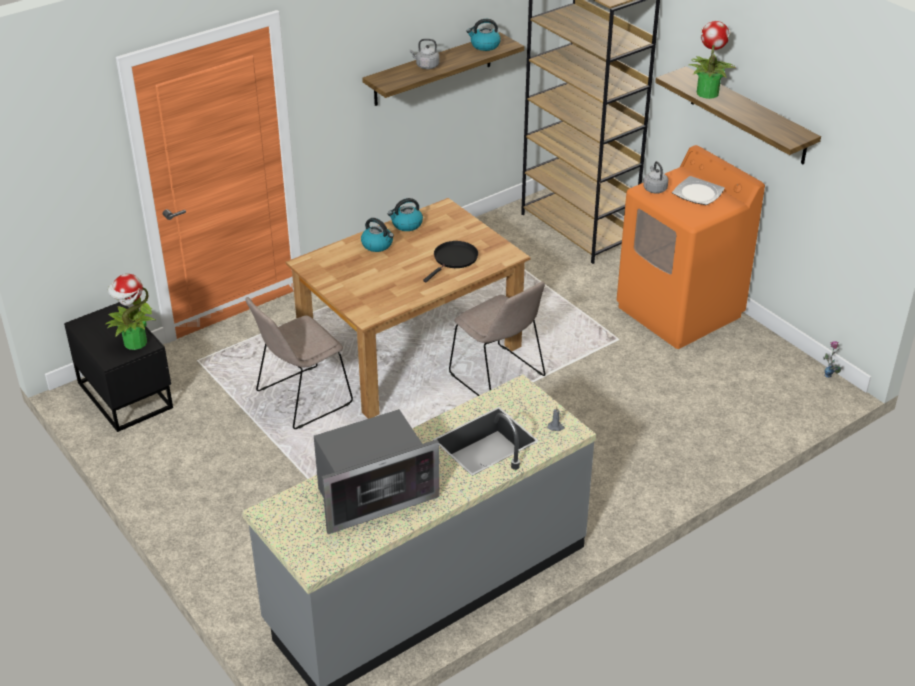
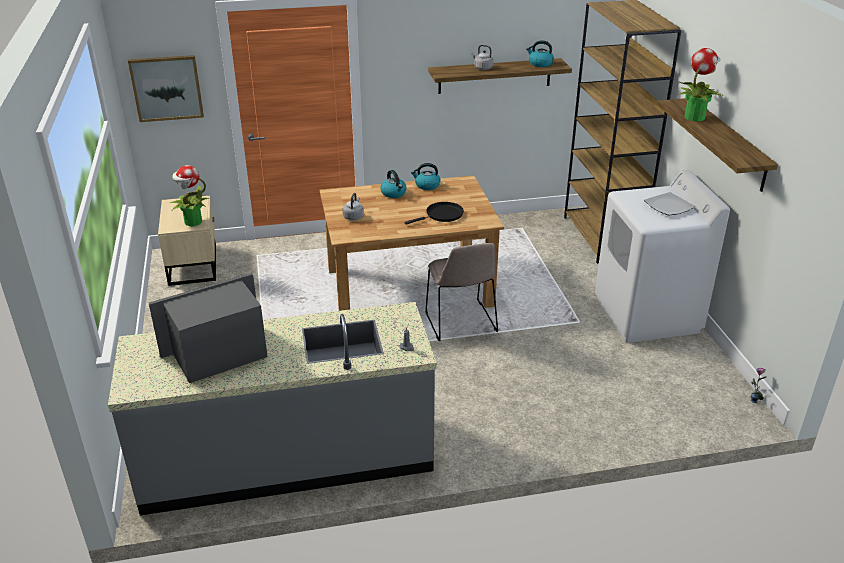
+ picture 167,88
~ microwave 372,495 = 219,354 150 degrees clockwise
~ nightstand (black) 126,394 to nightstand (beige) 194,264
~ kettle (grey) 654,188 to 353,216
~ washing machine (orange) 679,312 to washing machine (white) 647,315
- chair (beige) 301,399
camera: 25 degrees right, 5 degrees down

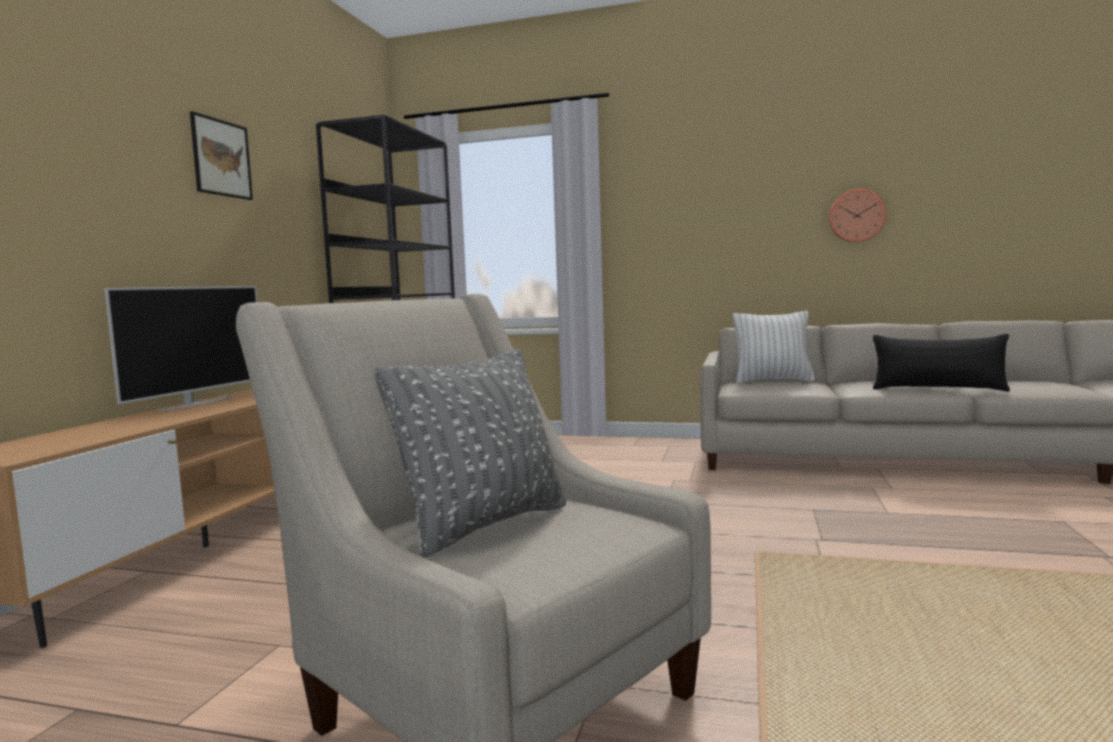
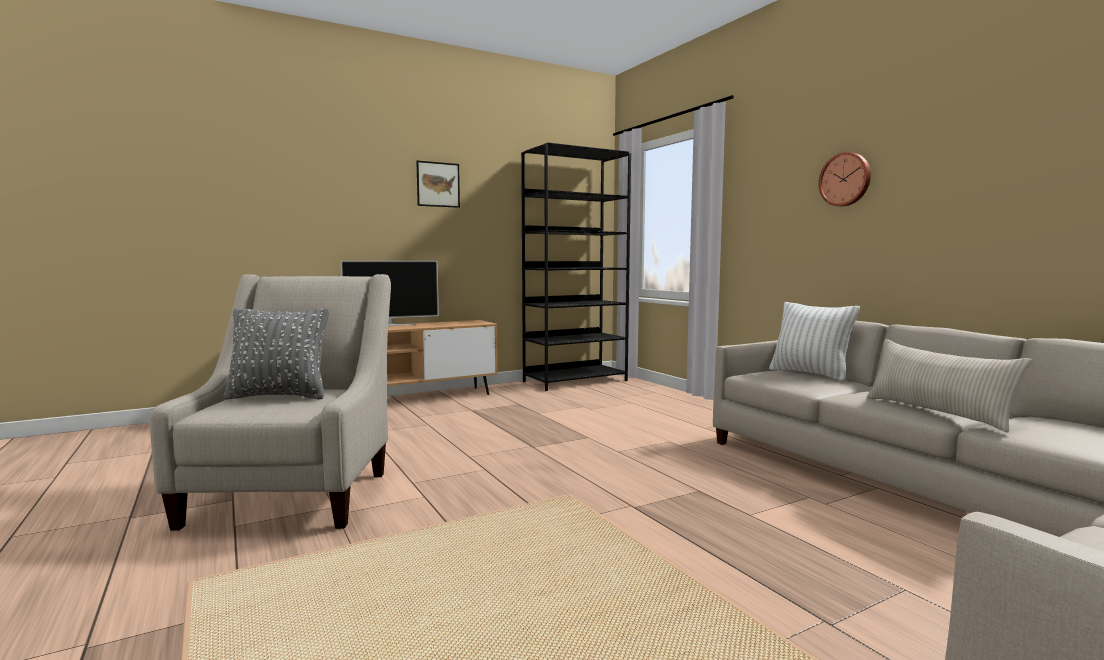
~ wall clock 856,215 to 845,179
~ pillow (black) 938,389 to pillow (beige) 937,412
camera: 45 degrees right, 0 degrees up

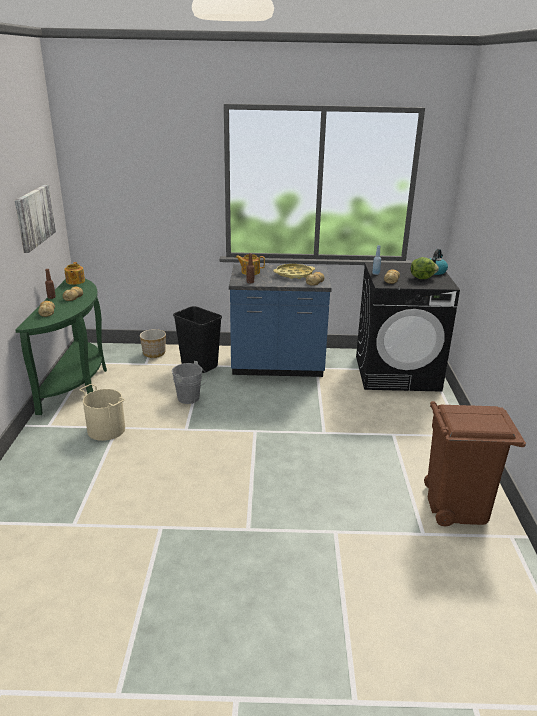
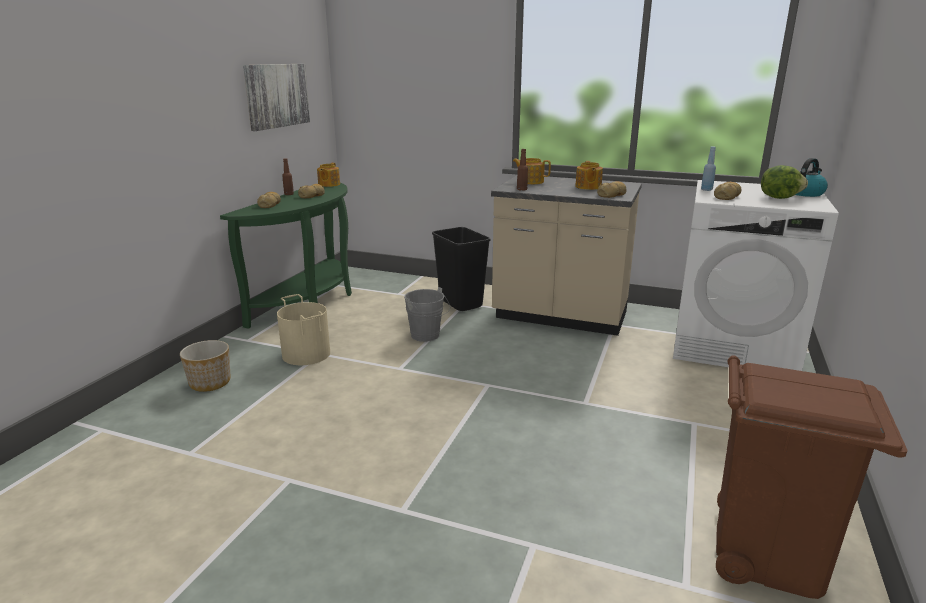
~ planter 153,353 to 209,383
~ counter (blue) 277,367 to counter (beige) 560,317
~ tray (yellow) 294,274 to teapot 588,187
~ washing machine (black) 397,373 to washing machine (white) 733,345
camera: 20 degrees right, 5 degrees down

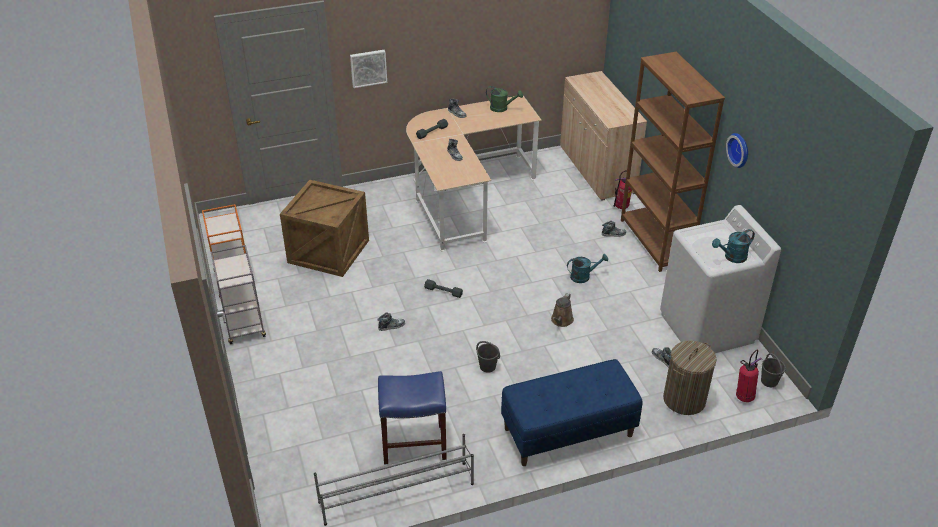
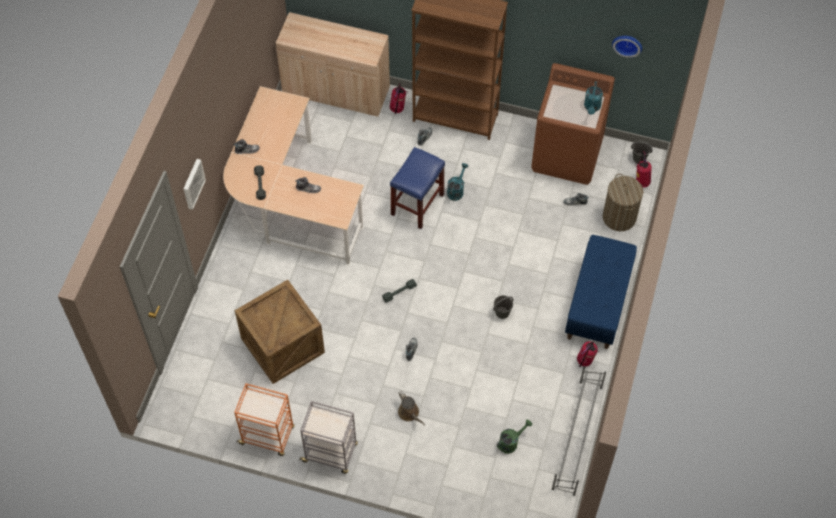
~ stool (blue) 413,444 to 417,205
~ watering can (brown) 561,321 to 409,413
~ watering can (green) 502,108 to 511,442
~ washing machine (white) 707,328 to washing machine (brown) 567,155
+ fire extinguisher 585,362
~ wall clock 740,149 to 627,44
camera: 55 degrees left, 20 degrees up

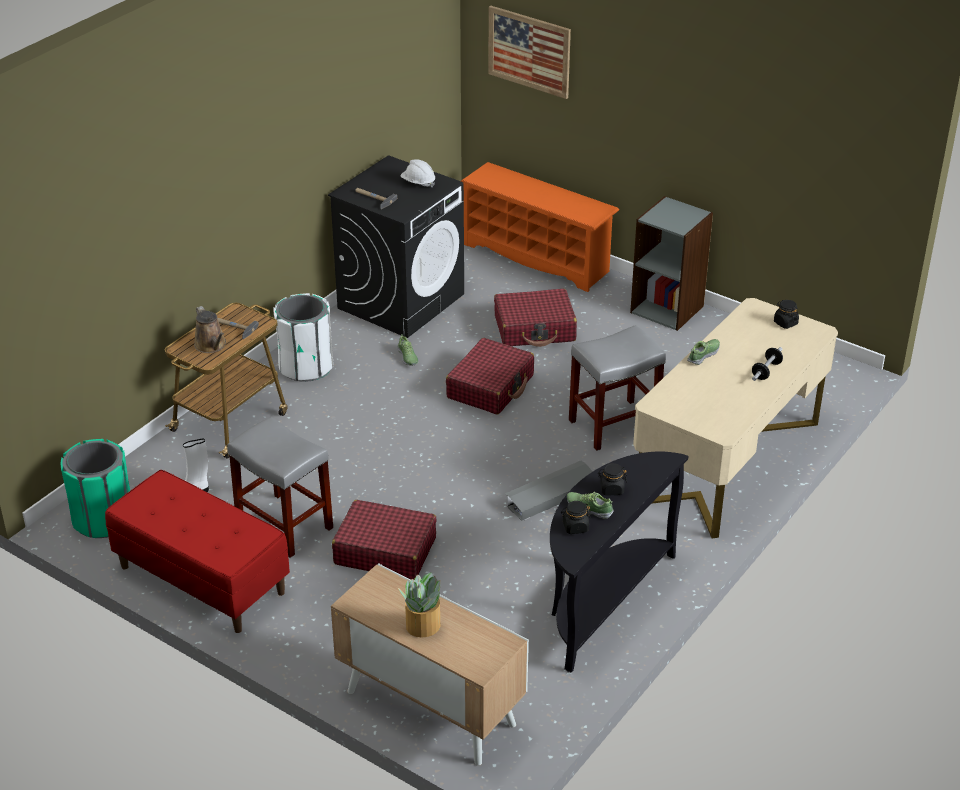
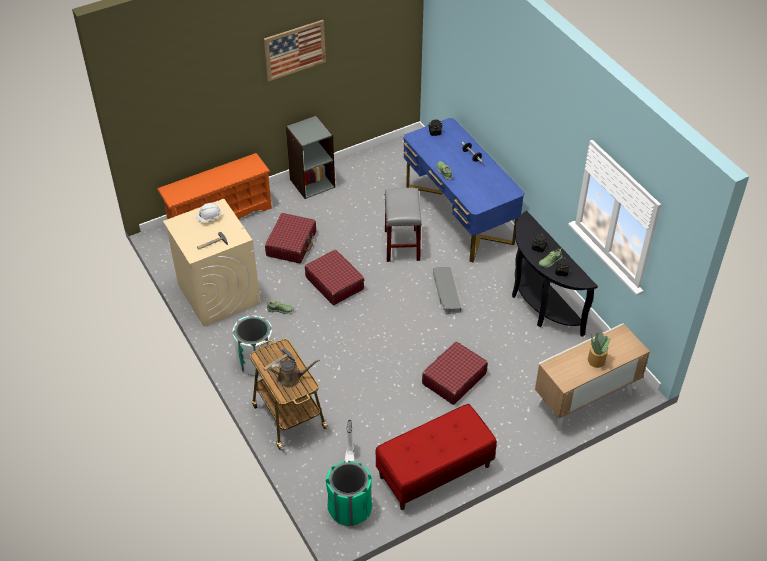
~ washing machine (black) 401,301 to washing machine (beige) 218,293
~ picture 529,51 to 295,50
~ desk (beige) 728,461 to desk (blue) 459,214
- stool (grey) 283,525
camera: 65 degrees left, 10 degrees up

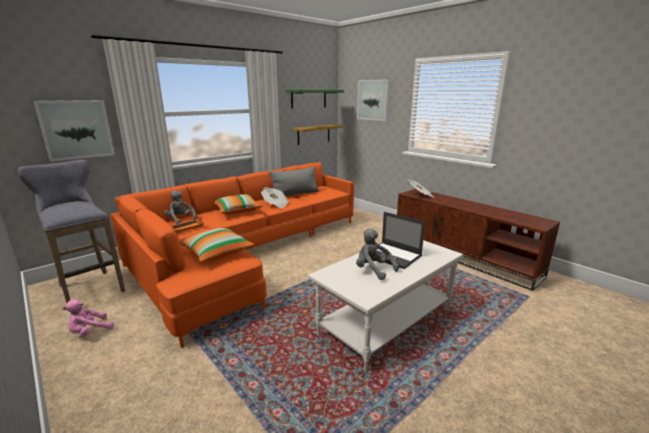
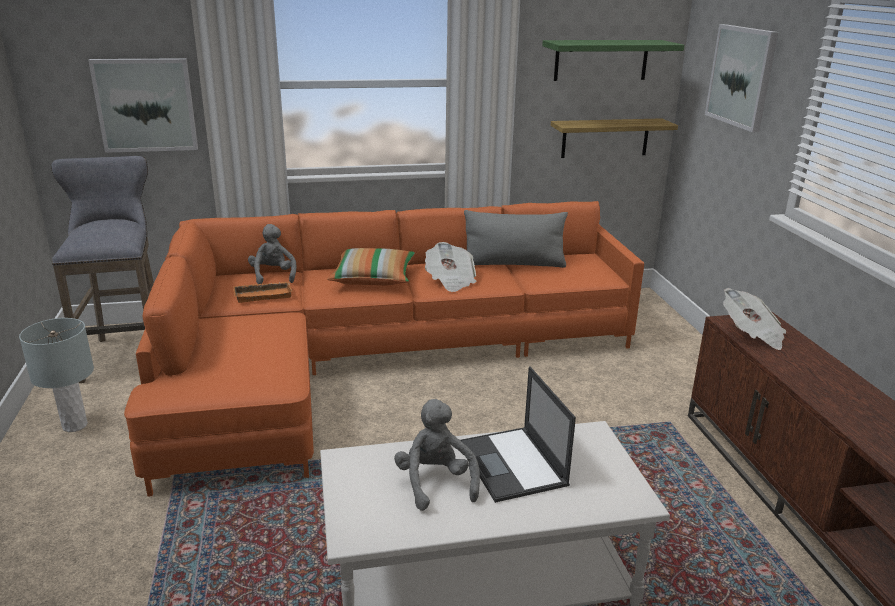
~ plush toy (pink) 90,332 to table lamp (grey) 74,425
- pillow 216,252
camera: 30 degrees right, 5 degrees up

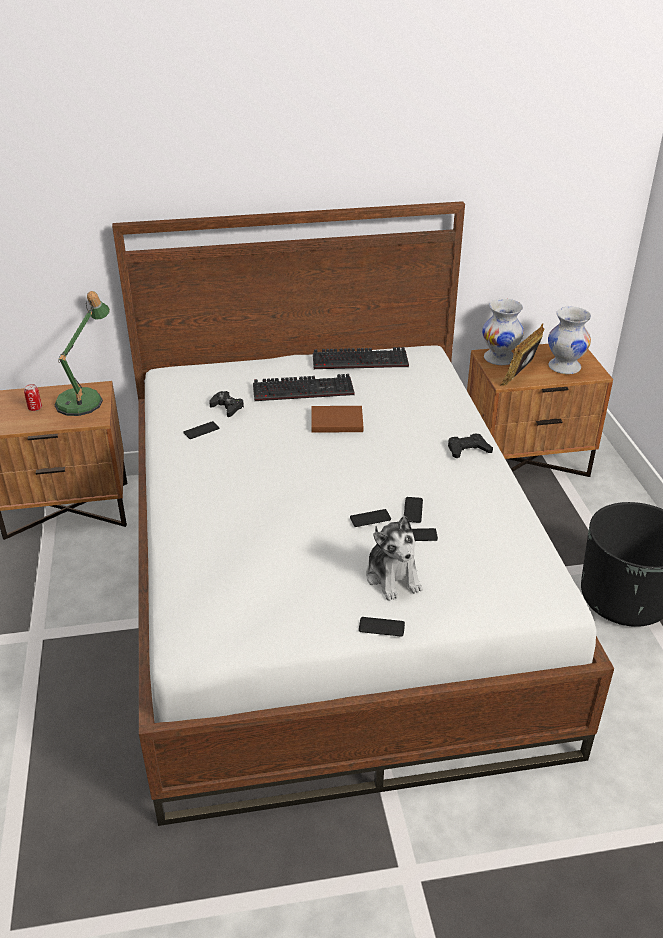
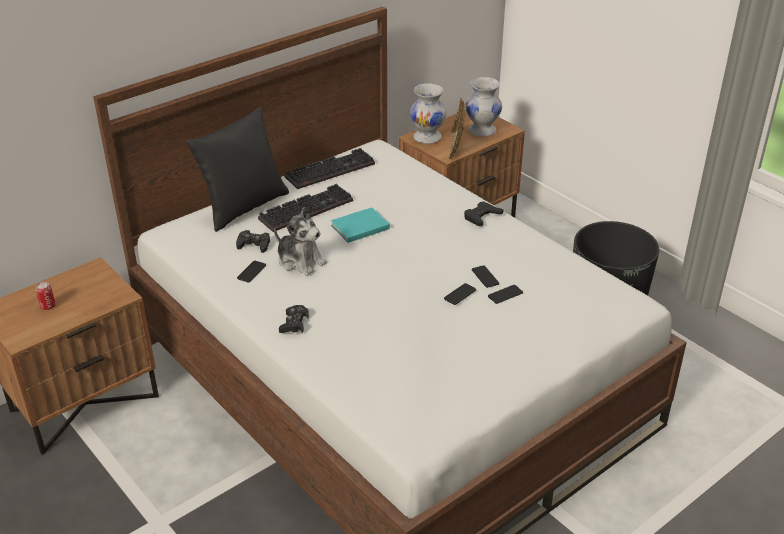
+ pillow (black) 243,207
~ plush toy 393,577 to 300,261
+ game controller (black) 294,324
~ book (brown) 335,421 to book (turquoise) 358,227
- table lamp 85,399
- phone 381,627
camera: 30 degrees left, 0 degrees up

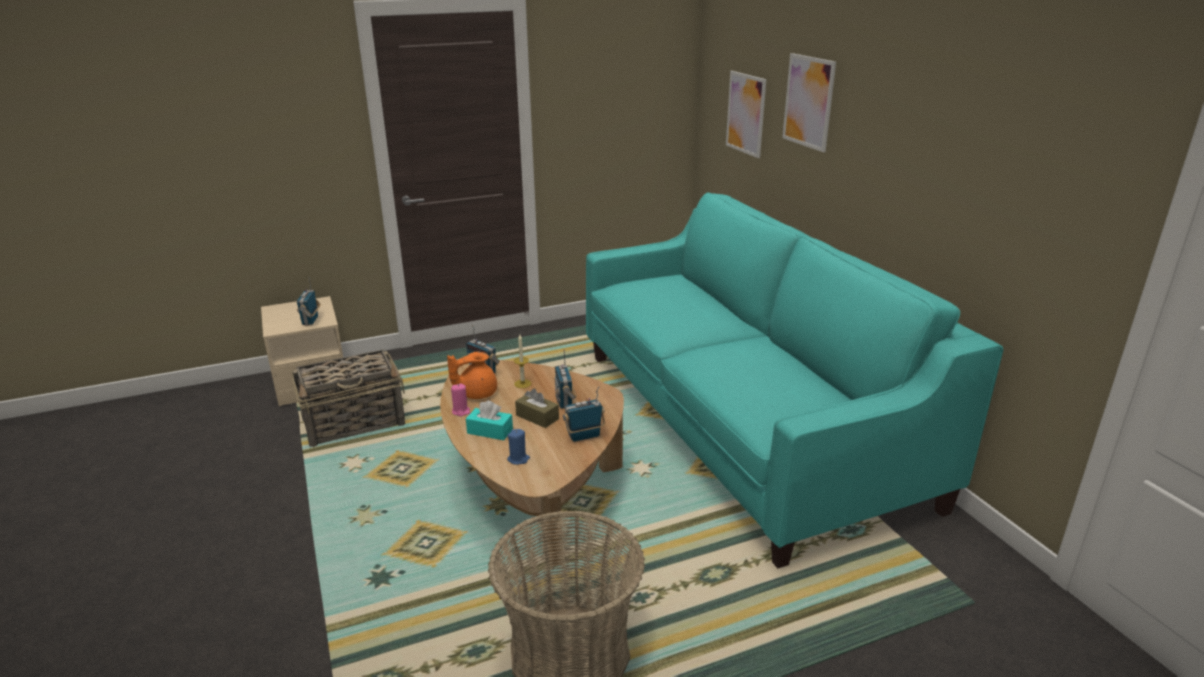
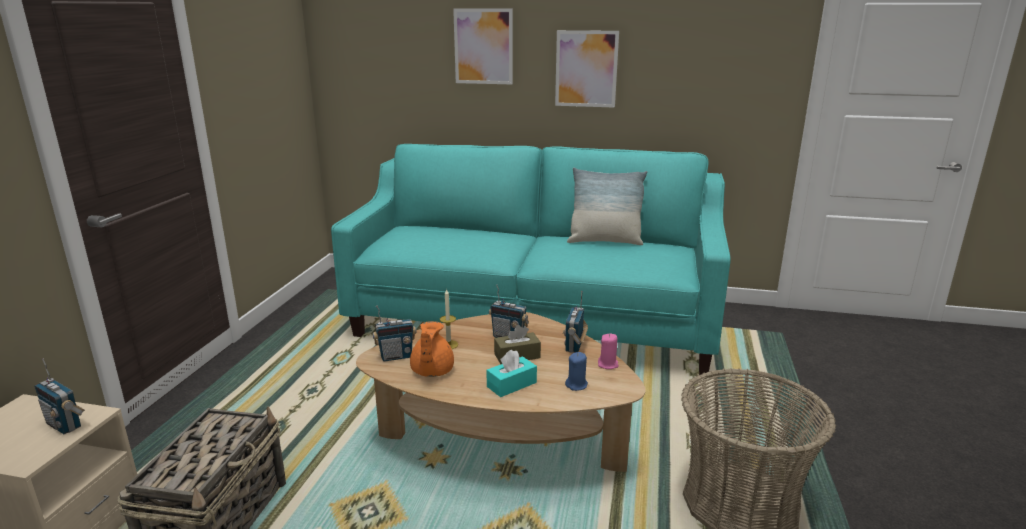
~ picture 745,113 to 586,69
+ pillow 605,241
~ candle (pink) 461,411 to 608,364
camera: 55 degrees left, 5 degrees down

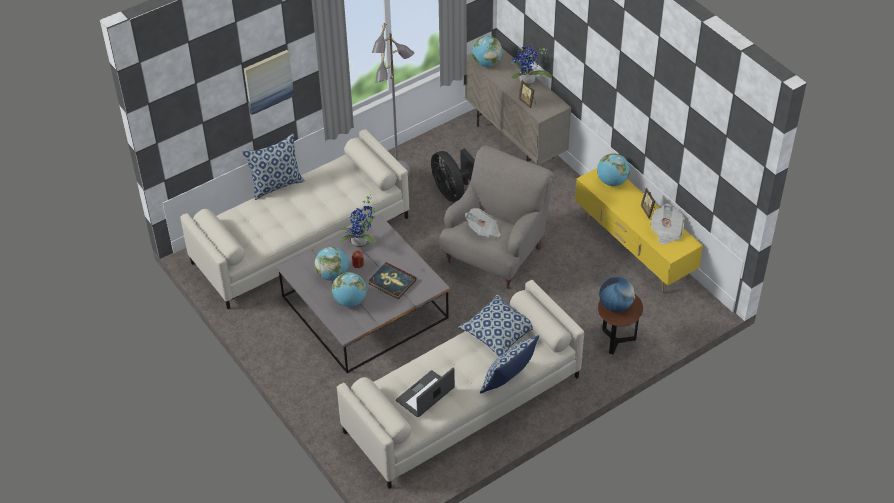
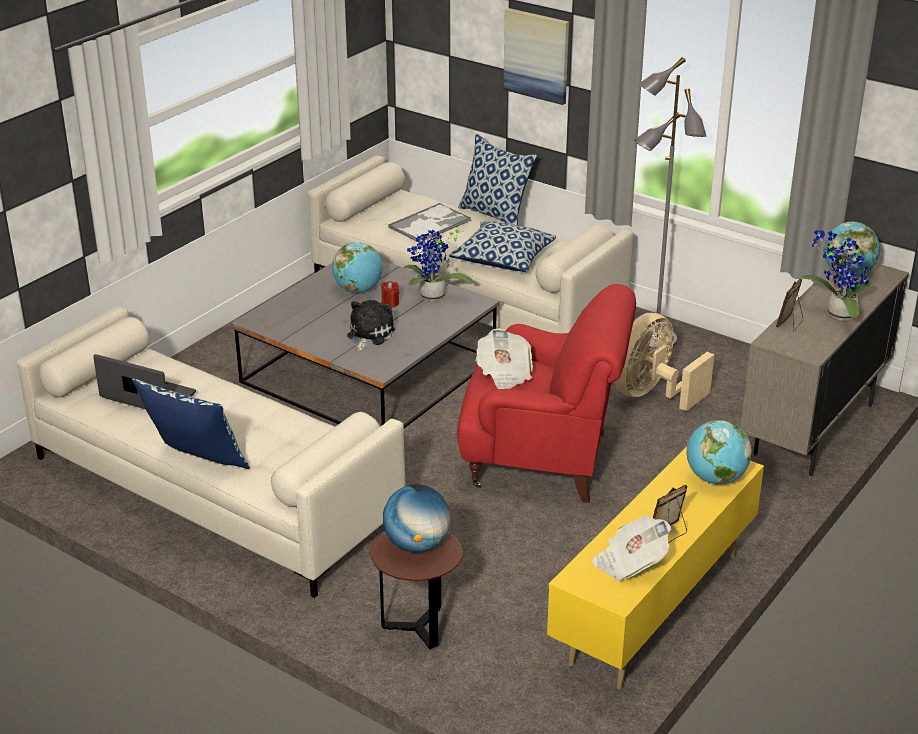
~ book 392,282 to plush toy 368,335
+ tray 430,224
~ pillow 499,333 to 502,259
~ armchair (grey) 496,254 to armchair (red) 543,460
~ fan (black) 452,191 to fan (beige) 652,394
- globe 350,301
camera: 70 degrees right, 15 degrees down

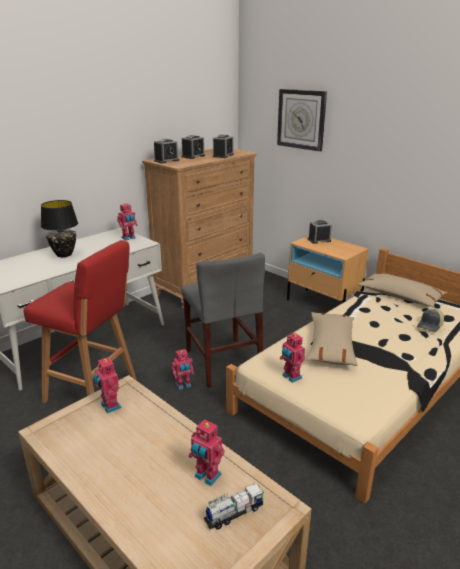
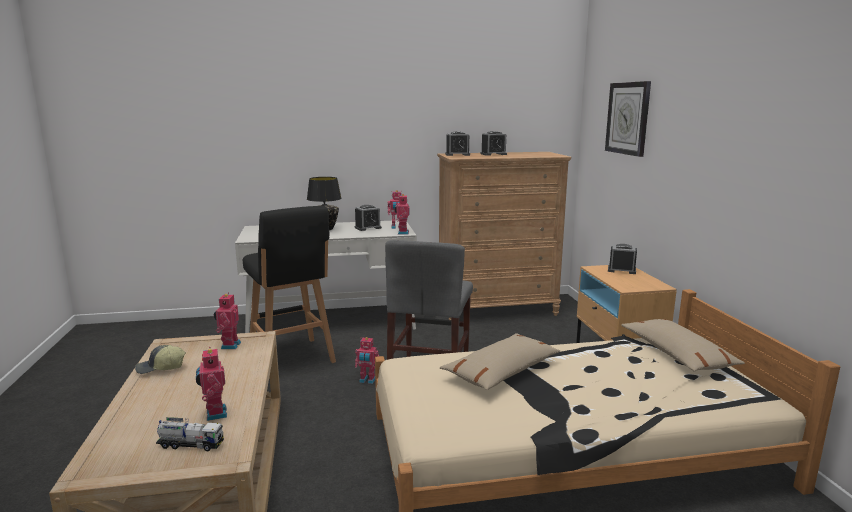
~ cap 430,326 to 160,368
~ stool (red) 93,391 to stool (black) 292,359
~ alarm clock 223,155 to 368,228
~ toy robot 291,377 to 402,233
camera: 35 degrees right, 10 degrees down

